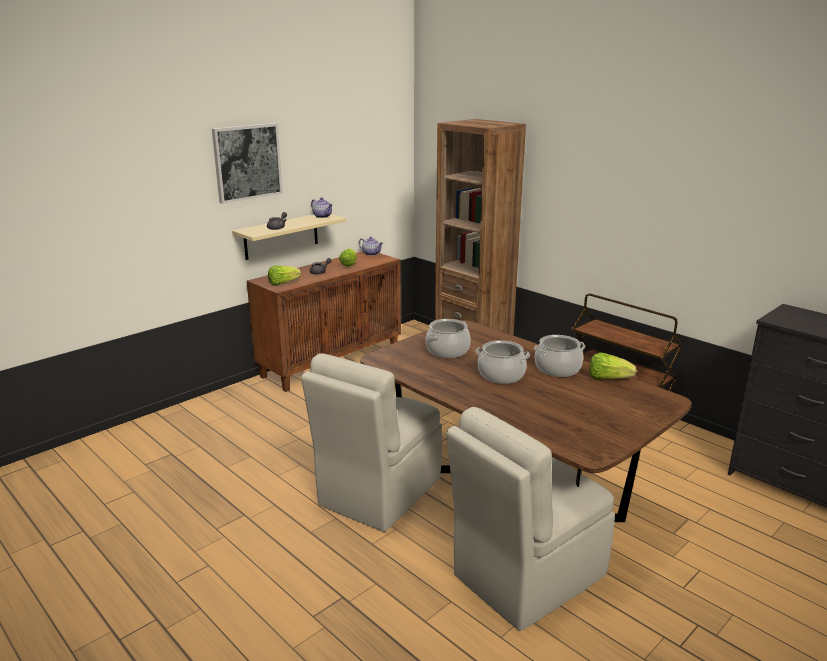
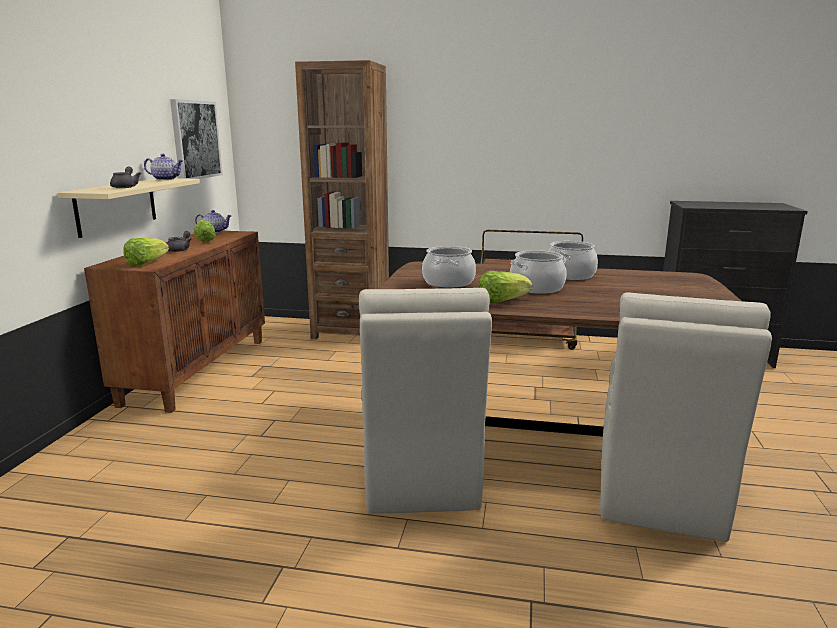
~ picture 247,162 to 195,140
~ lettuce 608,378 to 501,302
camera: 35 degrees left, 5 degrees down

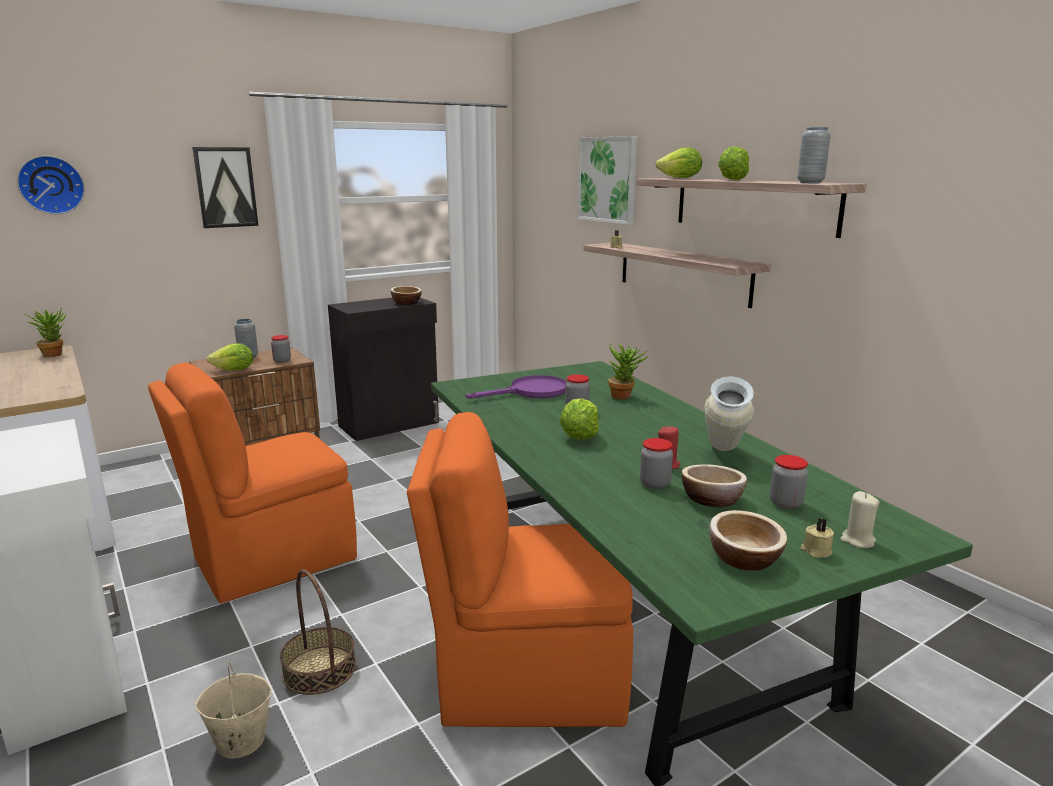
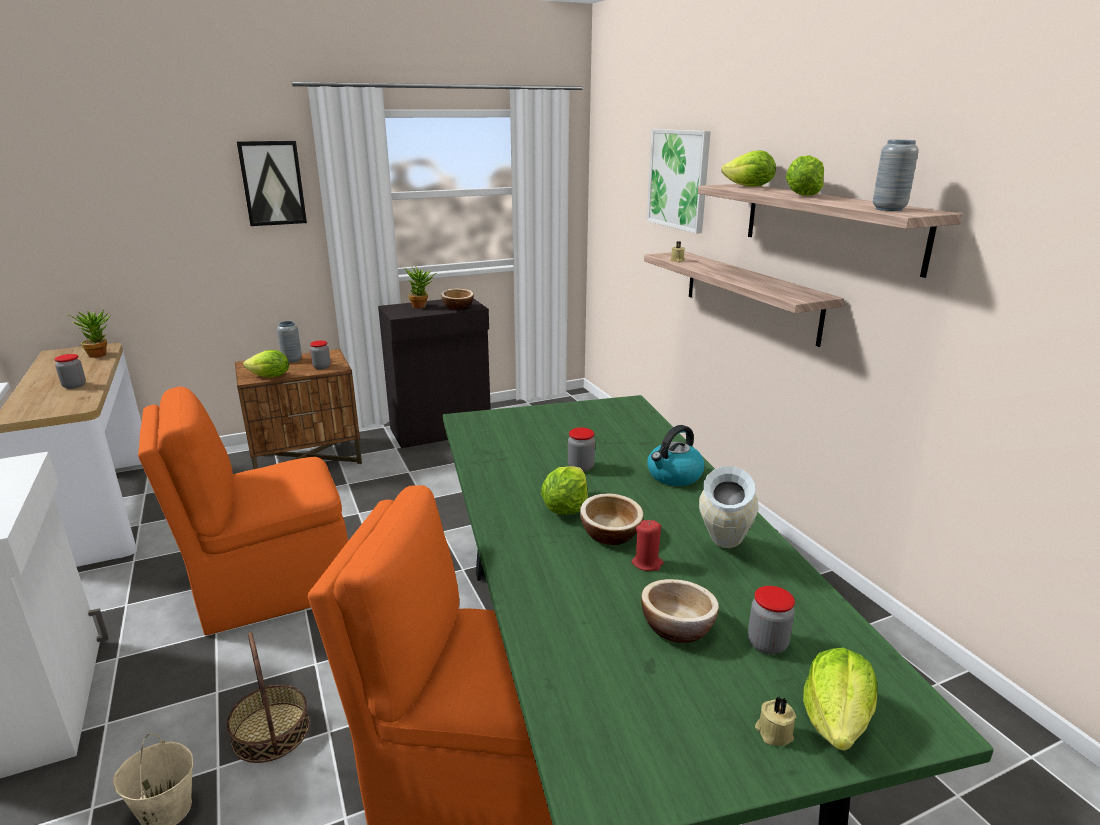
~ jar 655,484 to 74,386
~ potted plant 624,396 to 422,306
~ bowl 744,558 to 610,534
+ kettle 674,476
~ candle (beige) 857,540 to lettuce 836,721
- wall clock 51,185
- frying pan (purple) 531,392
camera: 10 degrees right, 5 degrees up

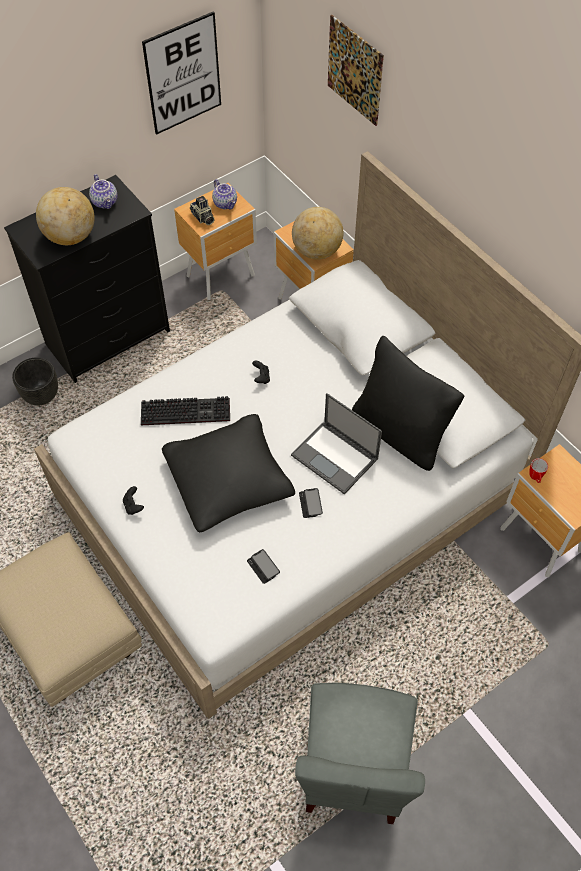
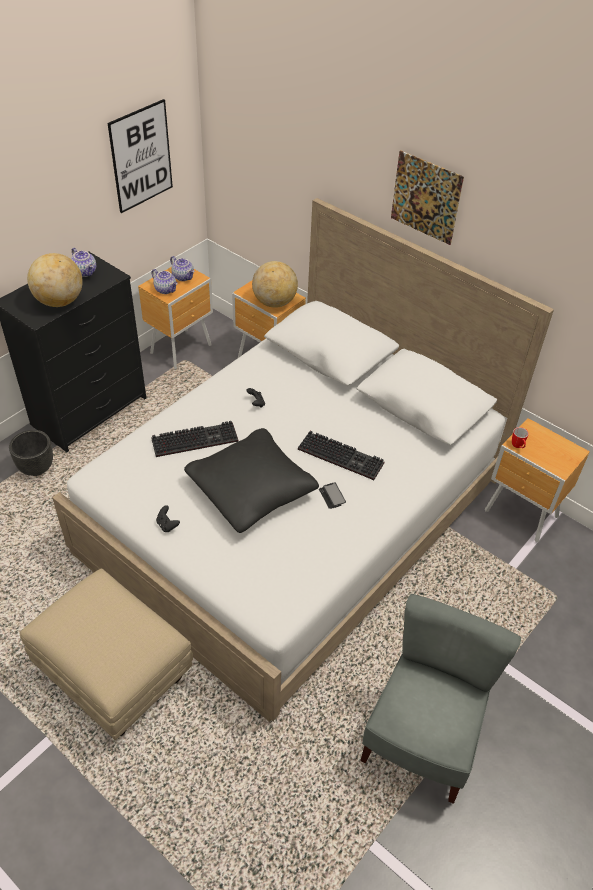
~ photo camera 202,218 to teapot 166,289
~ laptop 335,457 to keyboard 342,456
~ chair (grey) 354,768 = 421,739 150 degrees counterclockwise
~ picture 354,70 to 426,198
- phone 263,567
- pillow (black) 400,432
camera: 15 degrees left, 10 degrees down

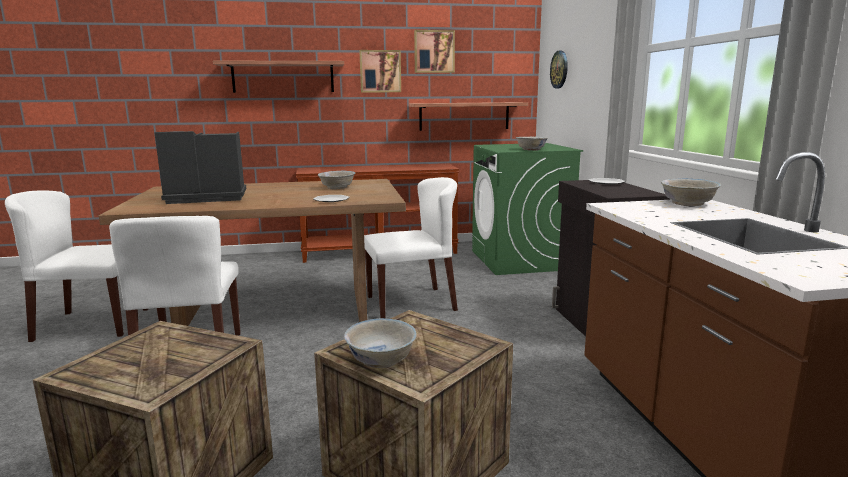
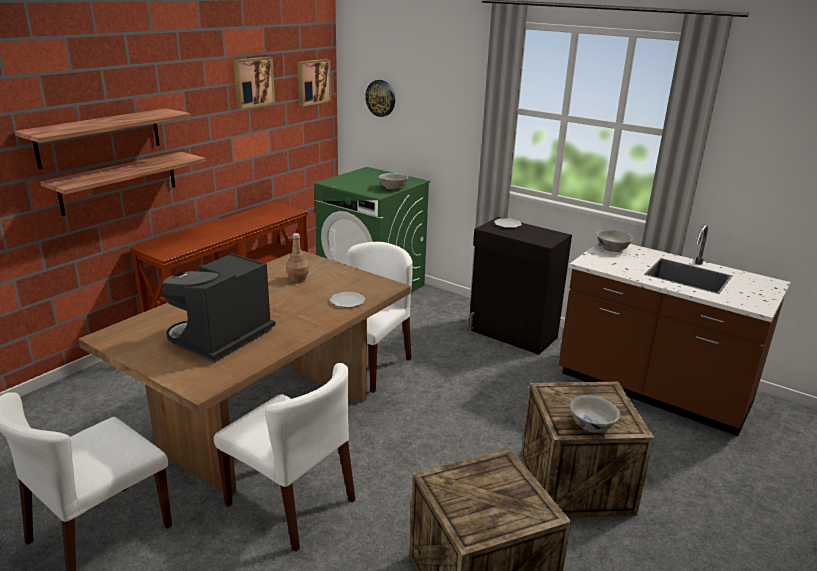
~ shelf 464,116 to 119,182
~ bowl (white) 337,187 to bottle (brown) 298,279
~ picture 380,71 to 313,82
camera: 45 degrees left, 10 degrees up

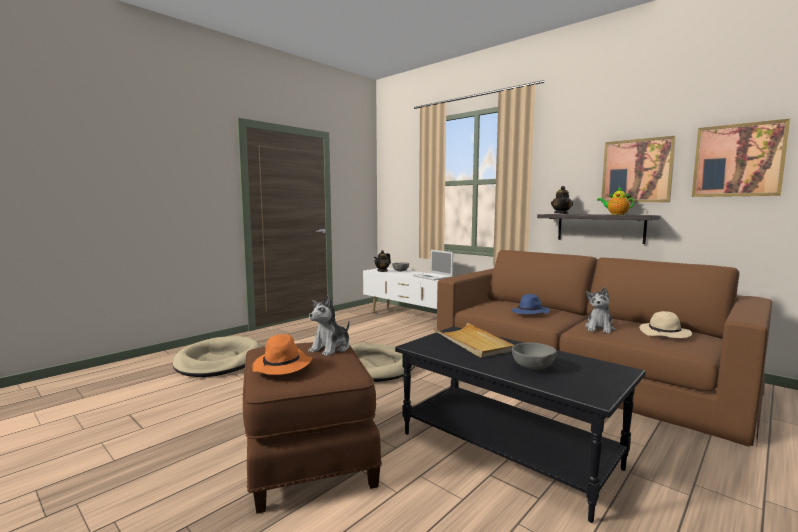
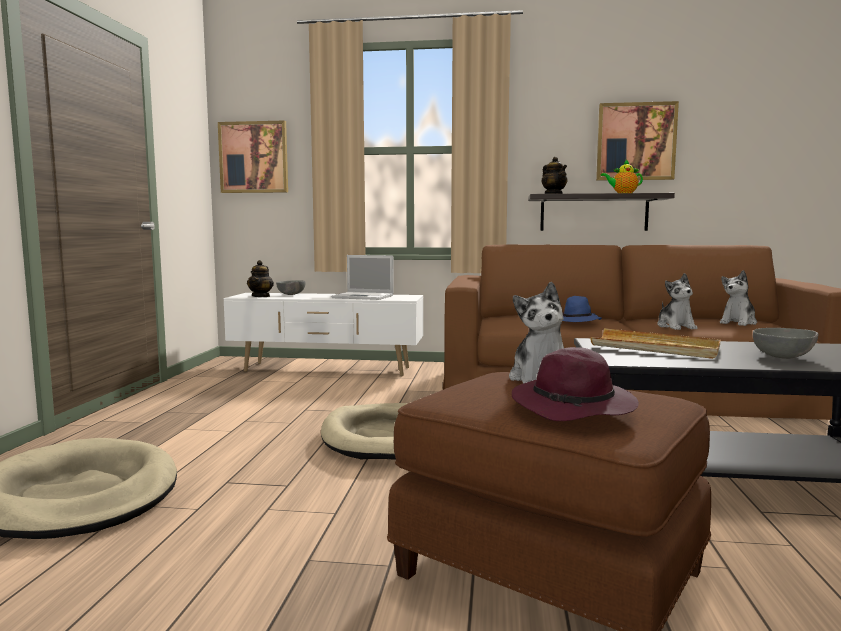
~ picture 738,160 to 254,157
~ hat (orange) 282,366 to hat (purple) 575,407
~ hat (beige) 665,334 to plush toy 738,323
camera: 35 degrees left, 0 degrees up

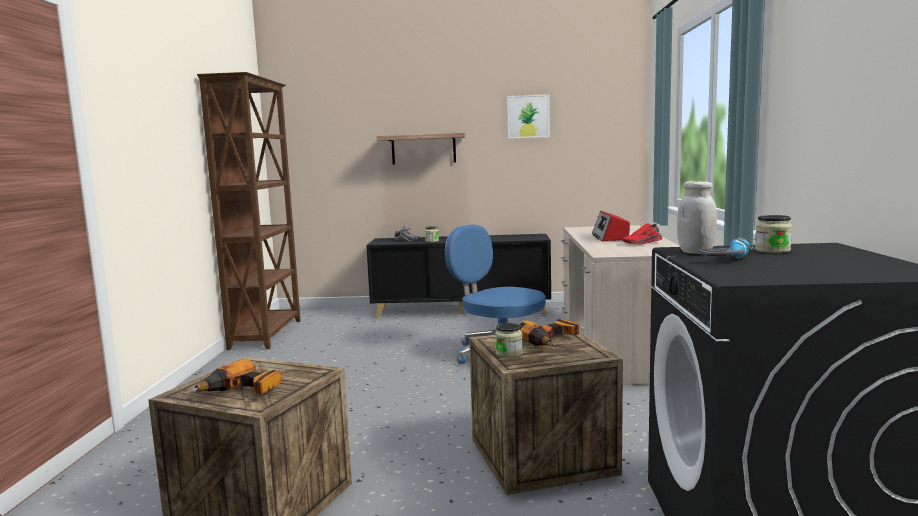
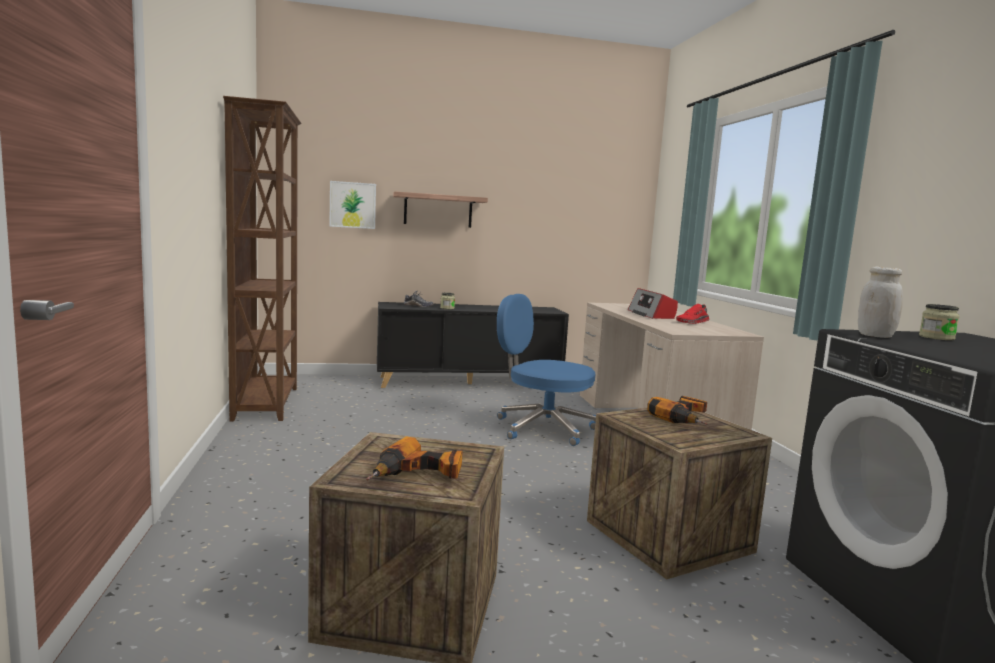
~ picture 528,116 to 352,205
- jar 509,353
- power drill 727,258
camera: 15 degrees left, 0 degrees up

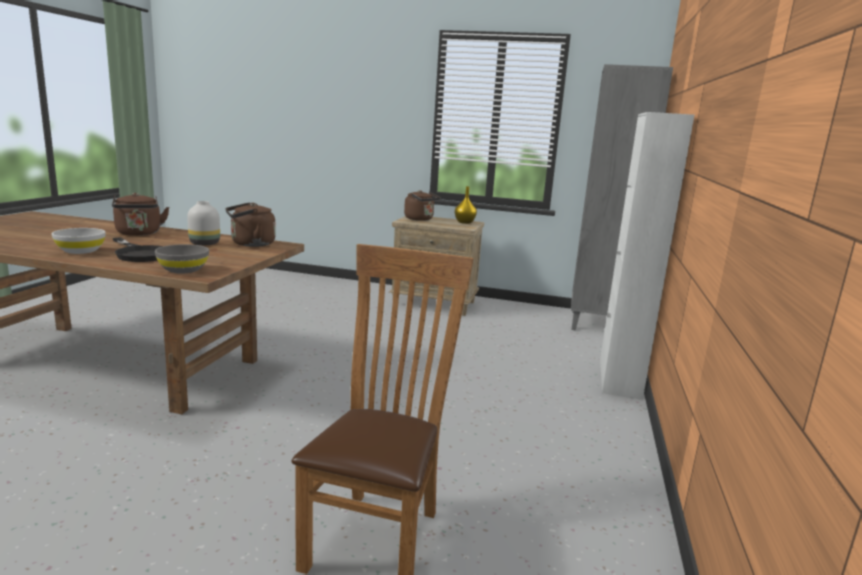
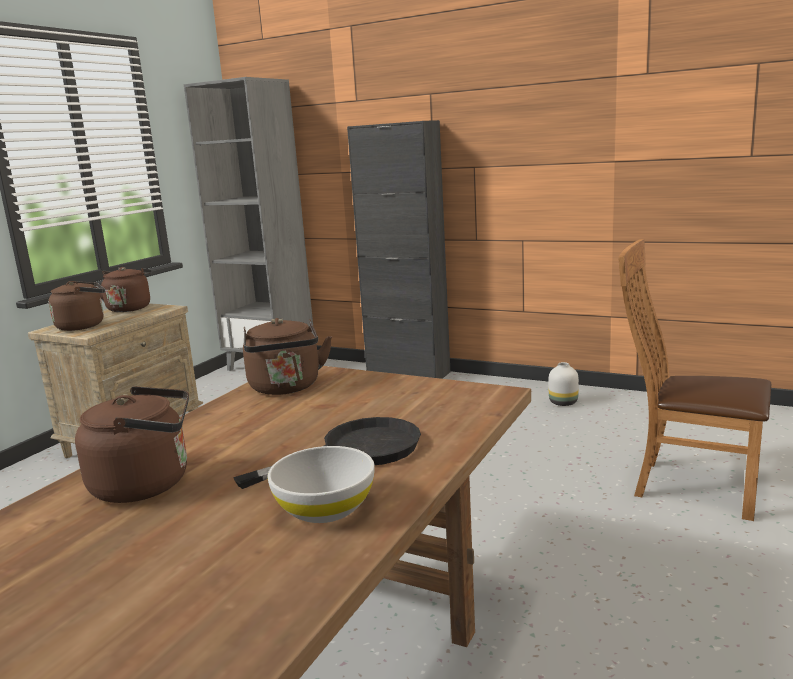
~ vase (yellow) 465,222 to kettle (brown) 129,308
~ cabinet (white) 619,379 to cabinet (black) 408,373
~ vase (white) 204,244 to 563,403
- bowl (grey) 183,270
camera: 75 degrees left, 0 degrees up

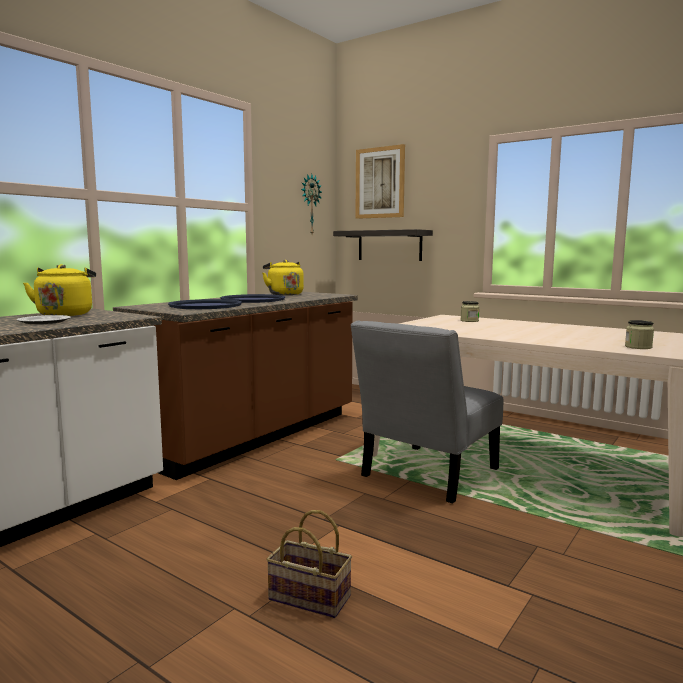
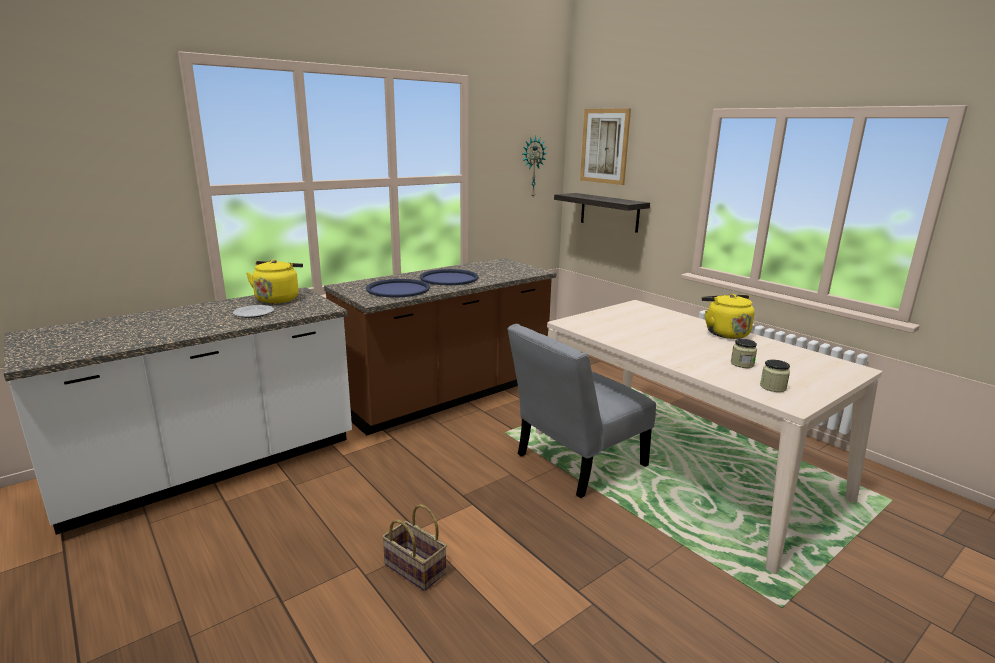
~ kettle (yellow) 284,294 to 724,333
~ jar 469,321 to 742,364
camera: 15 degrees right, 10 degrees up

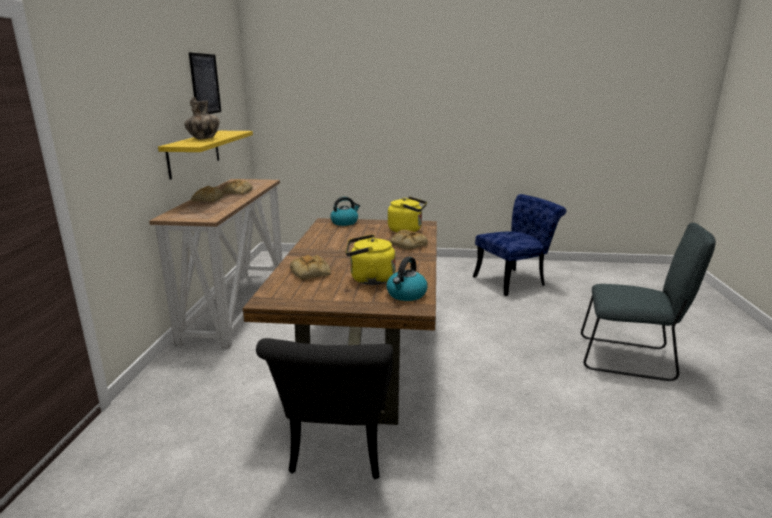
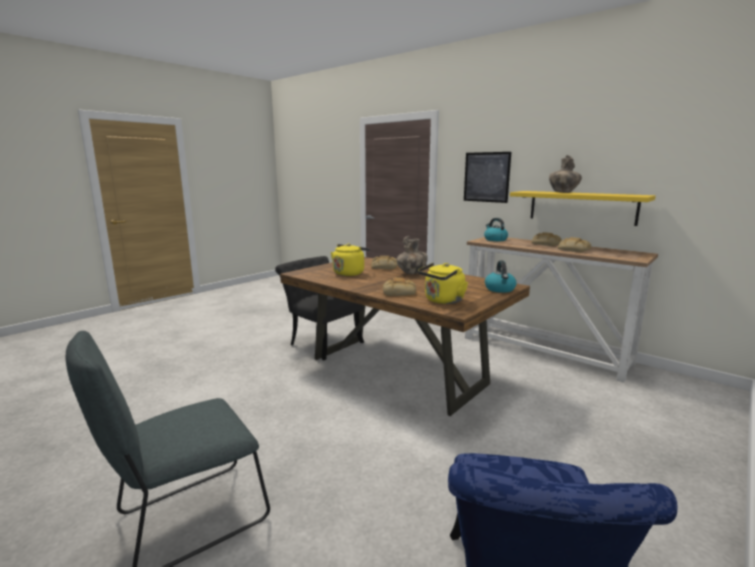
+ vase 412,273
~ picture 205,84 to 486,177
~ kettle 406,294 to 495,239
camera: 125 degrees right, 5 degrees down

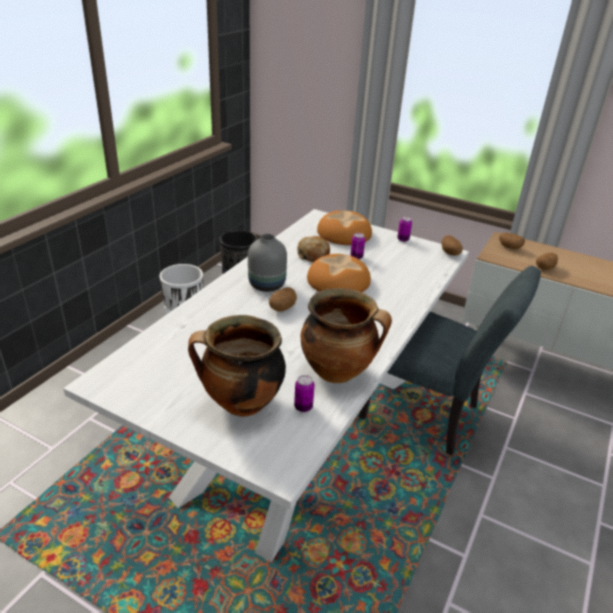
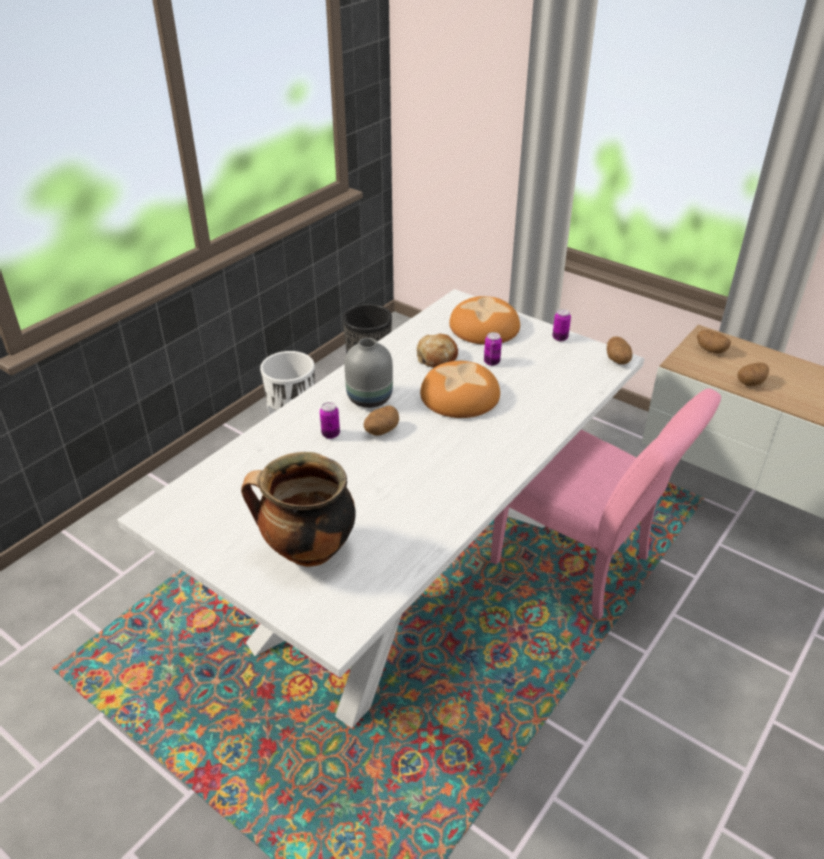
~ can 303,407 to 330,434
~ chair (grey) 428,415 to chair (pink) 581,565
- cooking pot 338,372
camera: 10 degrees right, 5 degrees up

